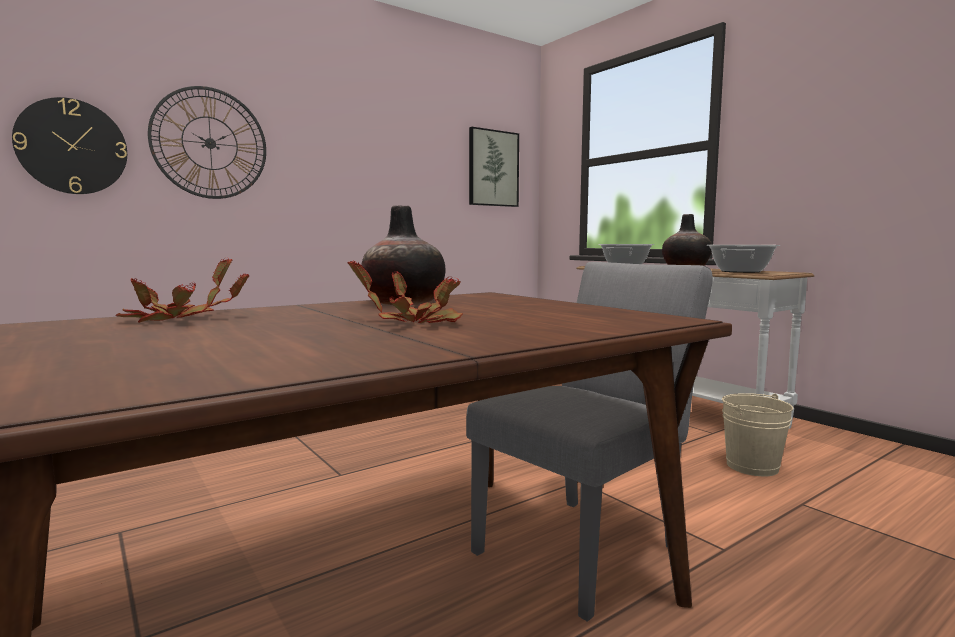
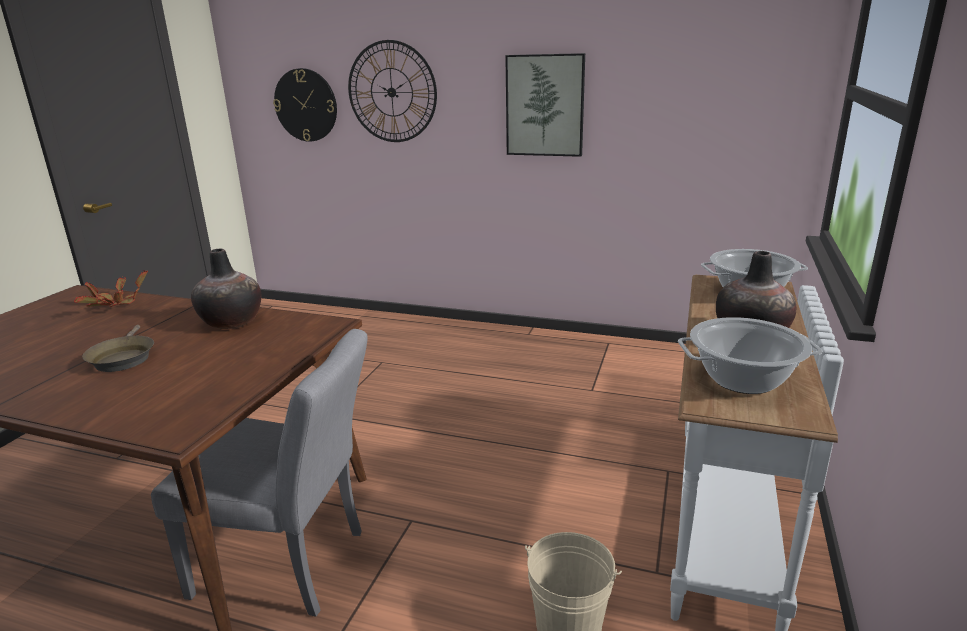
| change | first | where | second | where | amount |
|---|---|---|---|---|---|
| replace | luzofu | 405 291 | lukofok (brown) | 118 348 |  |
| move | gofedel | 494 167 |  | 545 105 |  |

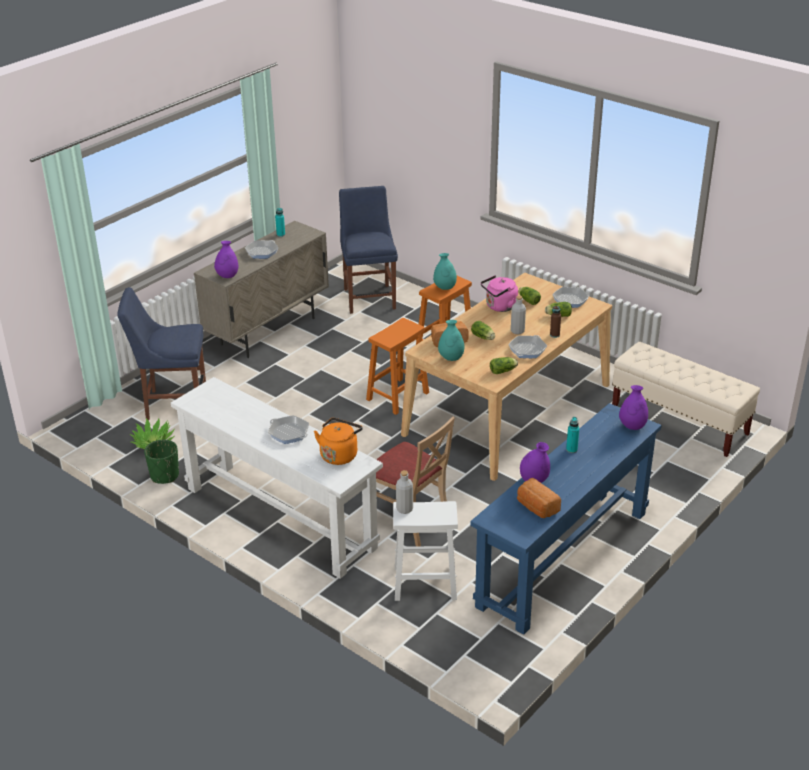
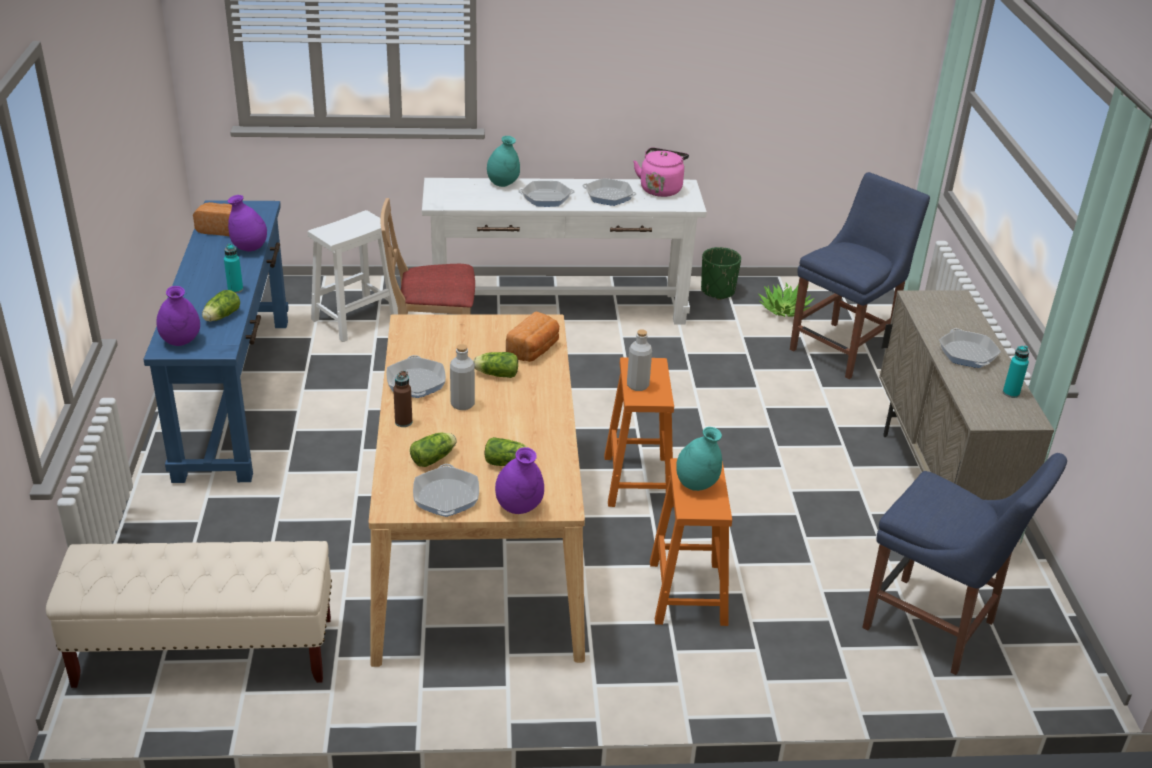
| change | first | where | second | where | amount |
|---|---|---|---|---|---|
| move | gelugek | 504 365 |  | 221 306 |  |
| move | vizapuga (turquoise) | 451 340 |  | 503 161 |  |
| move | vizapuga (purple) | 226 259 |  | 519 480 |  |
| insert |  |  | lukofok | 610 192 |  |
| move | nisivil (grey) | 404 492 |  | 639 360 |  |
| move | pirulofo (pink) | 499 293 |  | 661 172 |  |
| delete | pirulofo (orange) | 338 441 |  |  |  |

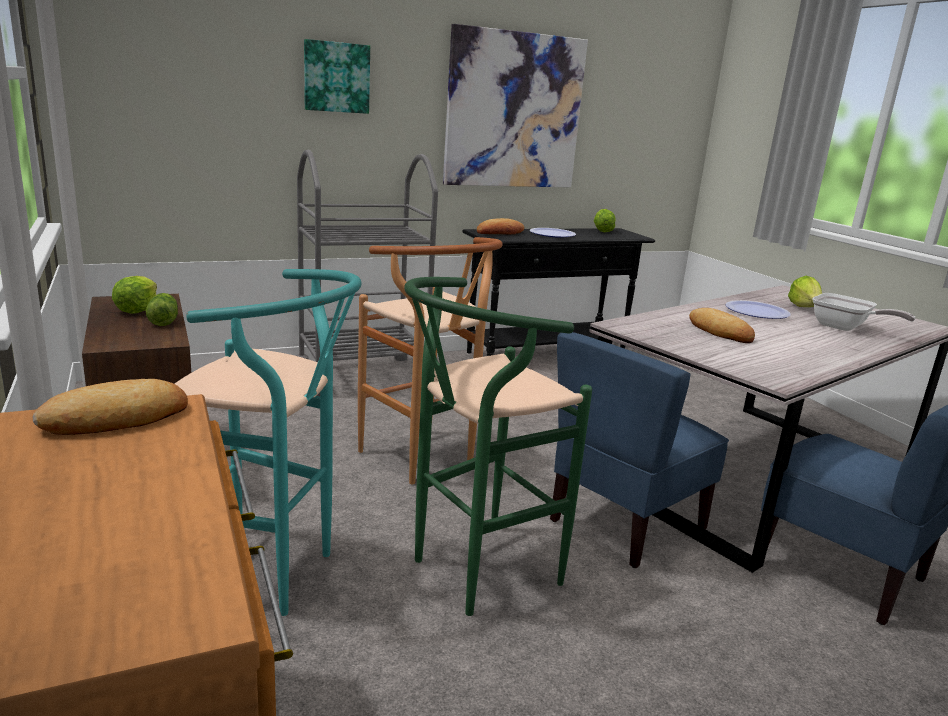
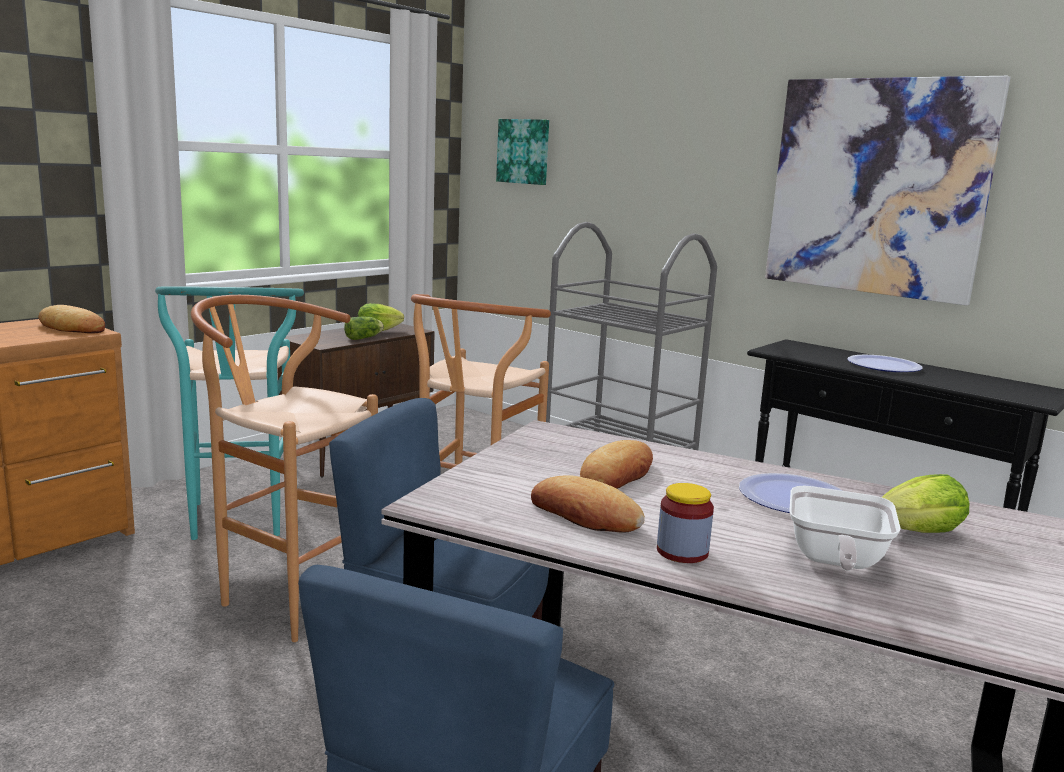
| change | first | where | second | where | amount |
|---|---|---|---|---|---|
| recolor | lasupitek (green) | 498 446 | lasupitek (brown) | 284 468 |  |
| move | gofedel | 337 76 |  | 522 152 |  |
| move | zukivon | 501 226 |  | 588 504 |  |
| insert |  |  | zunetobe | 685 523 |  |
| delete | gelugek | 605 220 |  |  |  |

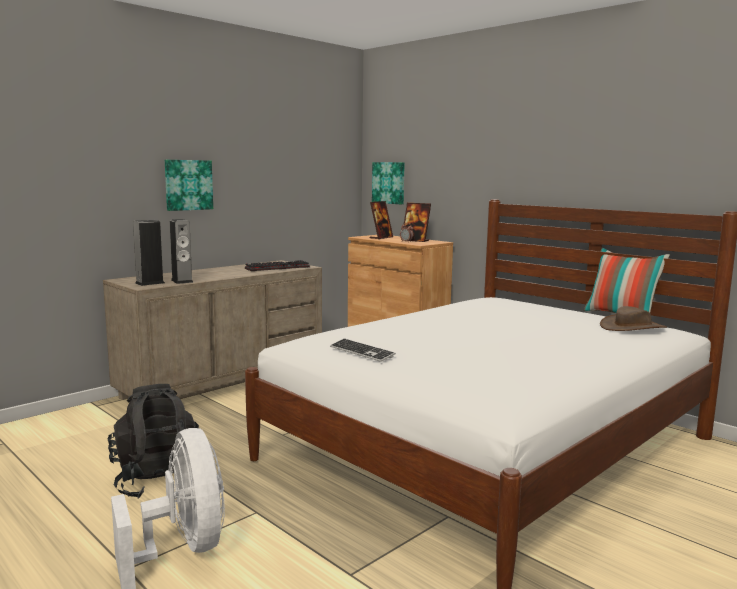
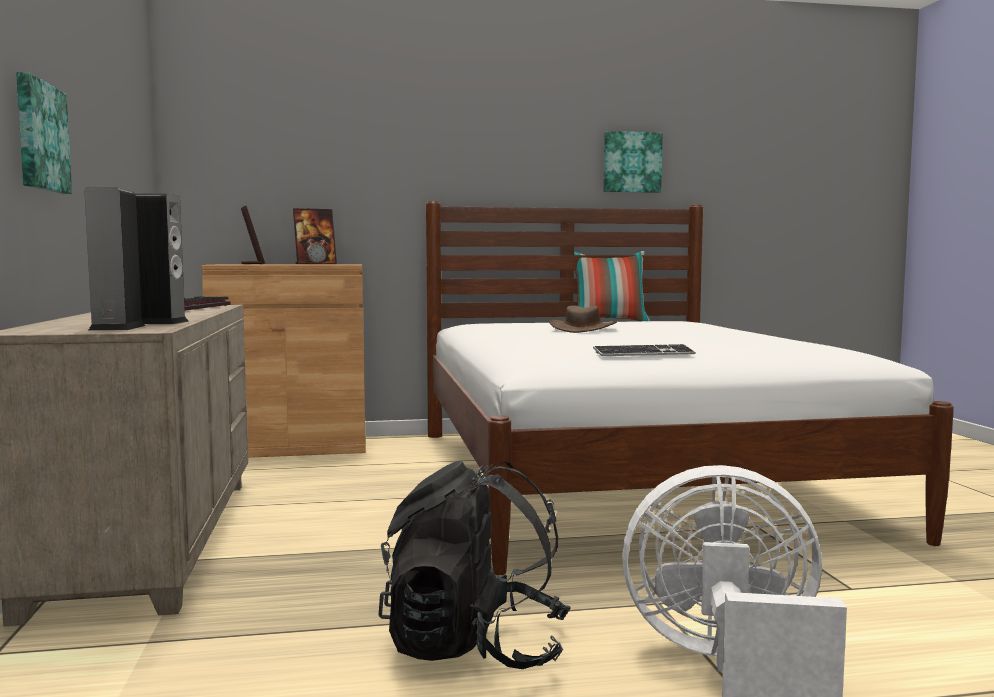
| change | first | where | second | where | amount |
|---|---|---|---|---|---|
| move | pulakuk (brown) | 633 318 |  | 583 319 |  |
| move | gofedel | 388 183 |  | 633 162 |  |

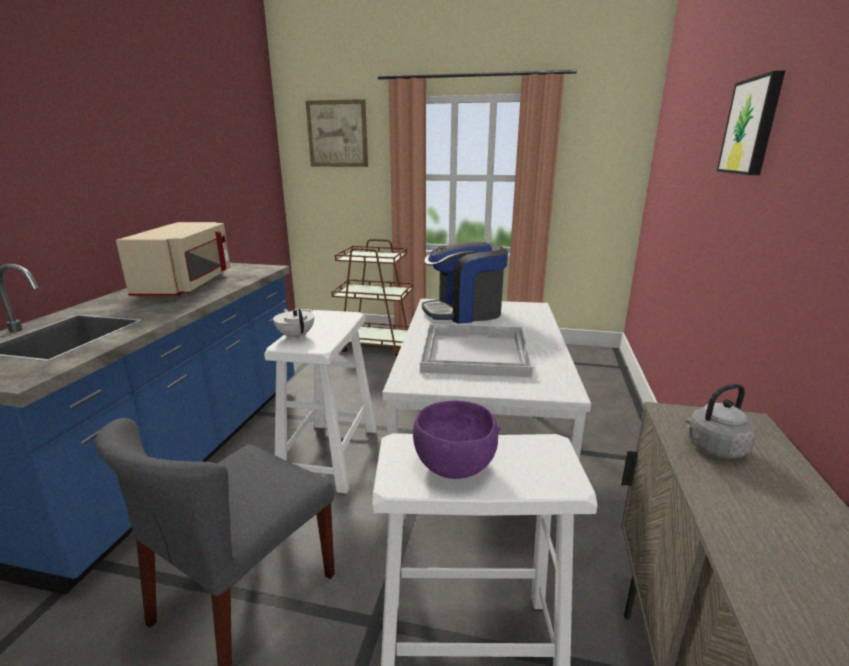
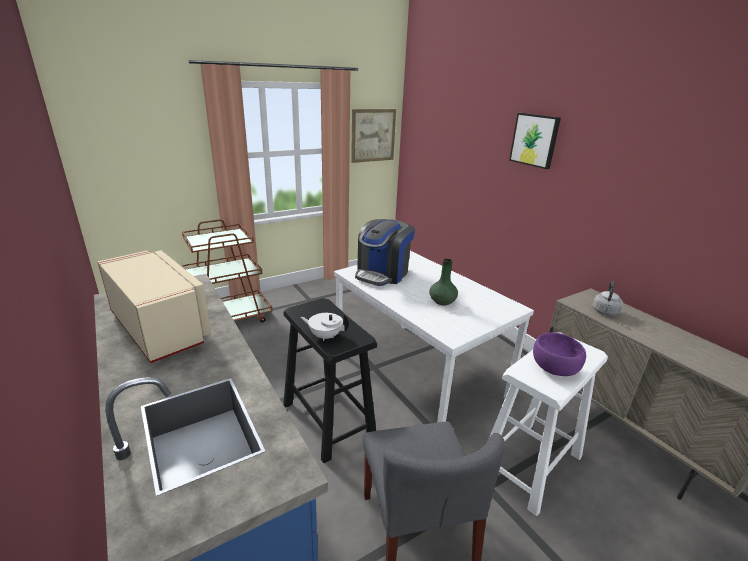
| change | first | where | second | where | amount |
|---|---|---|---|---|---|
| recolor | lasupitek (white) | 320 401 | lasupitek (black) | 330 380 |  |
| move | gofedel | 337 133 |  | 373 136 |  |
| replace | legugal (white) | 476 350 | vizapuga (green) | 443 282 |  |

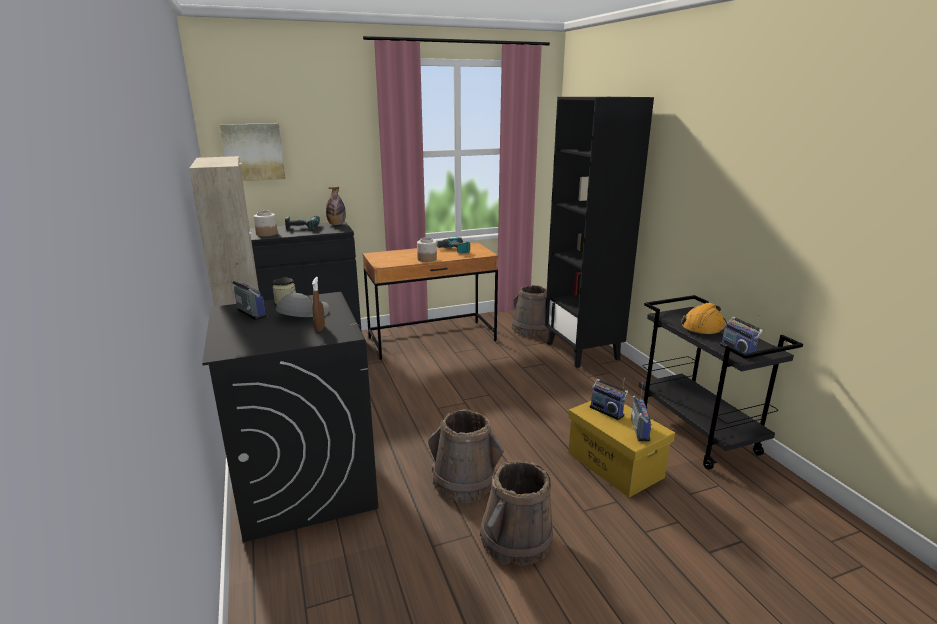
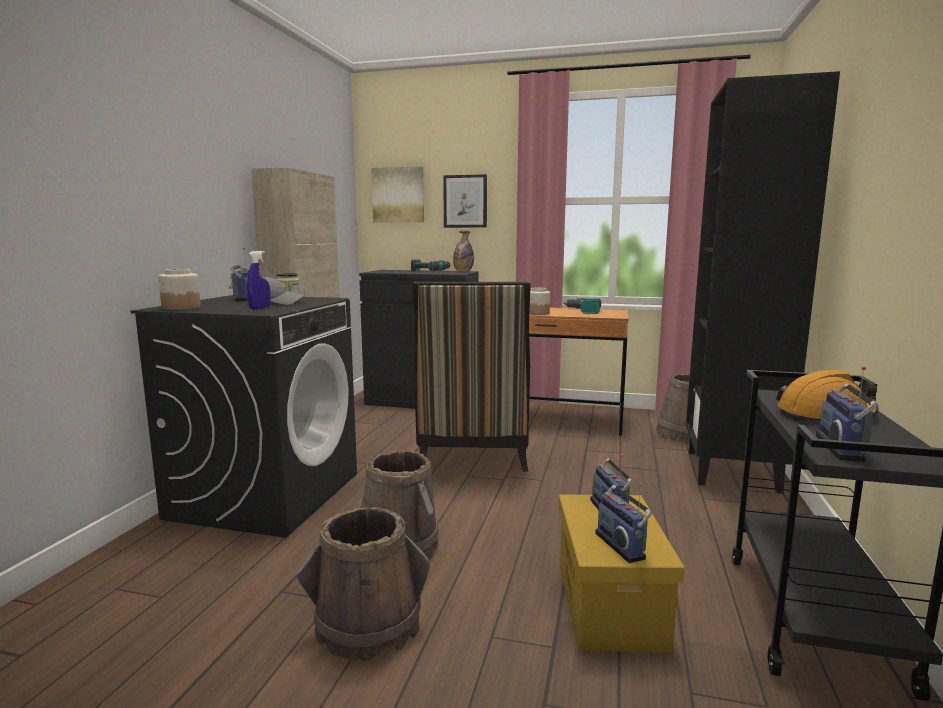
| change | first | where | second | where | amount |
|---|---|---|---|---|---|
| move | zunetobe | 266 224 |  | 179 289 |  |
| recolor | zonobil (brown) | 318 304 | zonobil (blue) | 259 280 |  |
| insert |  |  | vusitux | 472 377 |  |
| insert |  |  | gofedel | 465 201 |  |
| rotate | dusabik | 641 412 |  | 623 523 | 120 degrees clockwise |

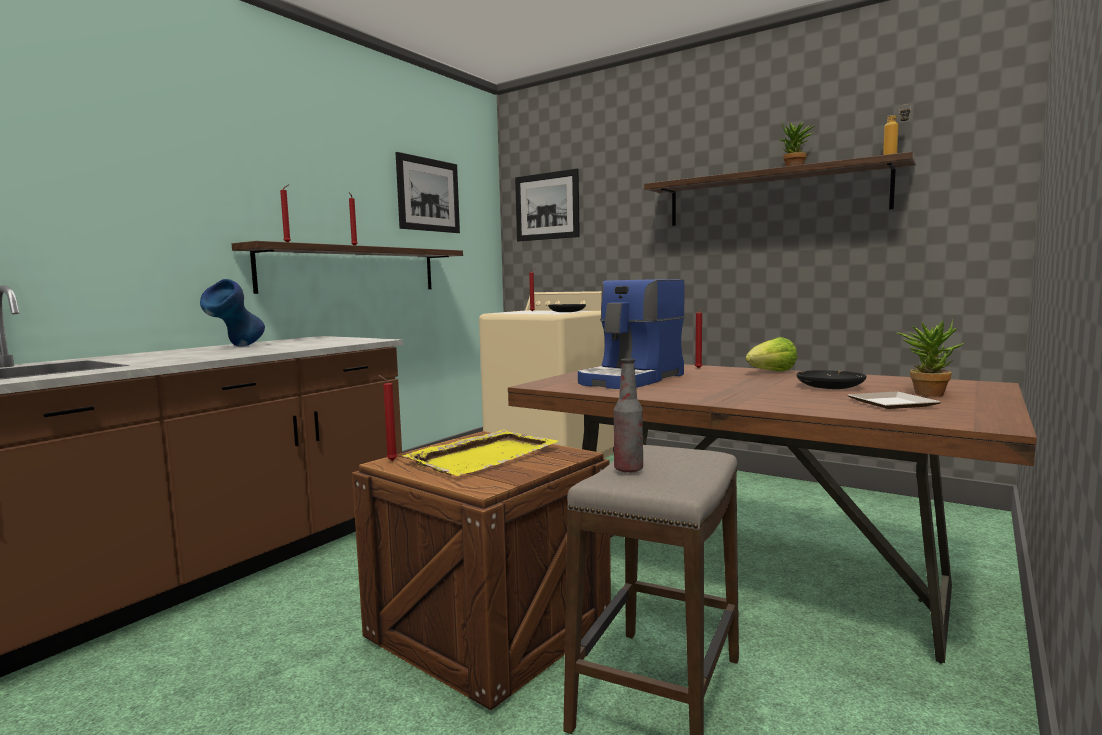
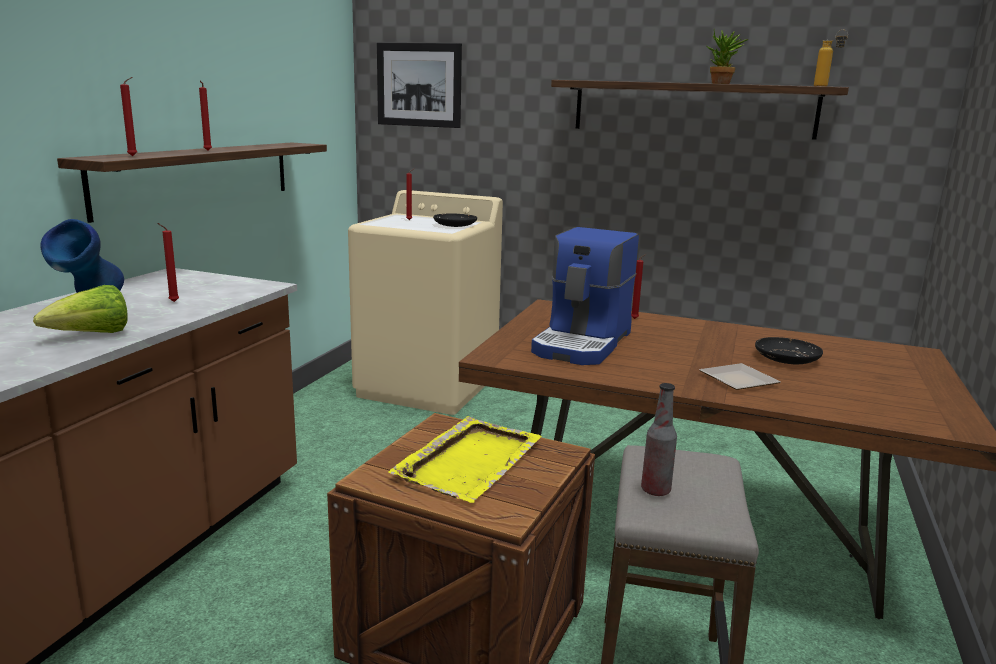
| change | first | where | second | where | amount |
|---|---|---|---|---|---|
| move | gelugek | 771 354 |  | 80 309 |  |
| move | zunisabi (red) | 388 418 |  | 168 262 |  |
| move | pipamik | 894 400 |  | 739 376 |  |
| delete | gofedel | 428 192 |  |  |  |
| delete | luzofu | 930 358 |  |  |  |

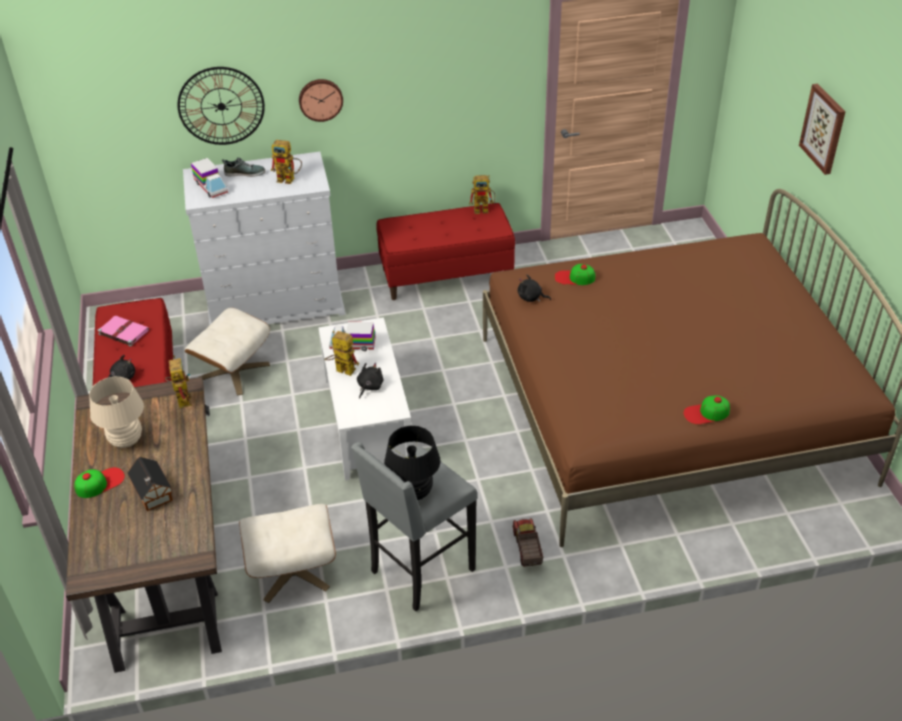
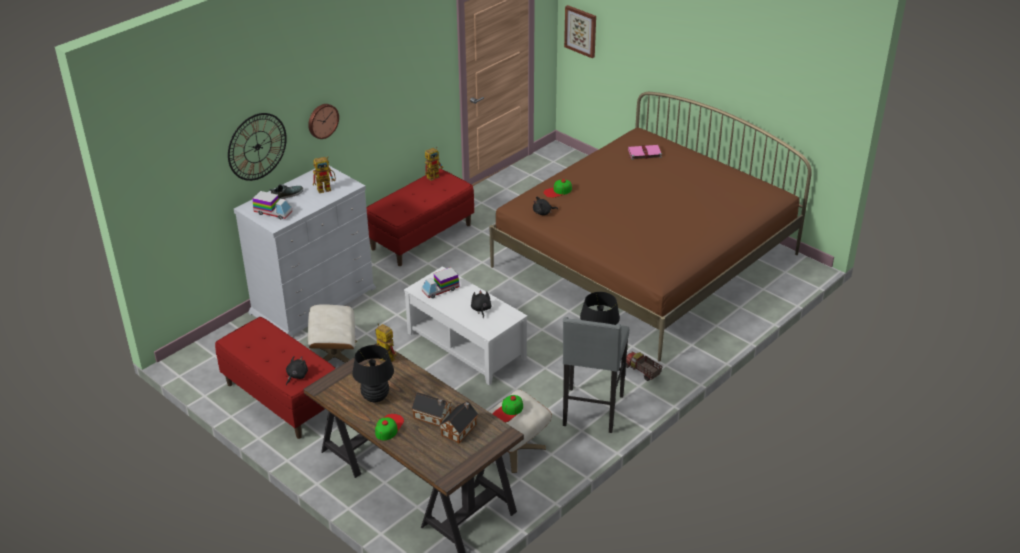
| change | first | where | second | where | amount |
|---|---|---|---|---|---|
| recolor | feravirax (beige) | 116 412 | feravirax (black) | 373 373 |  |
| insert |  |  | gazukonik | 459 422 |  |
| move | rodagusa | 706 410 |  | 508 409 |  |
| move | gofedel | 822 129 |  | 580 31 |  |
| move | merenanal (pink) | 123 331 |  | 645 152 |  |
| delete | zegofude | 341 353 |  |  |  |

